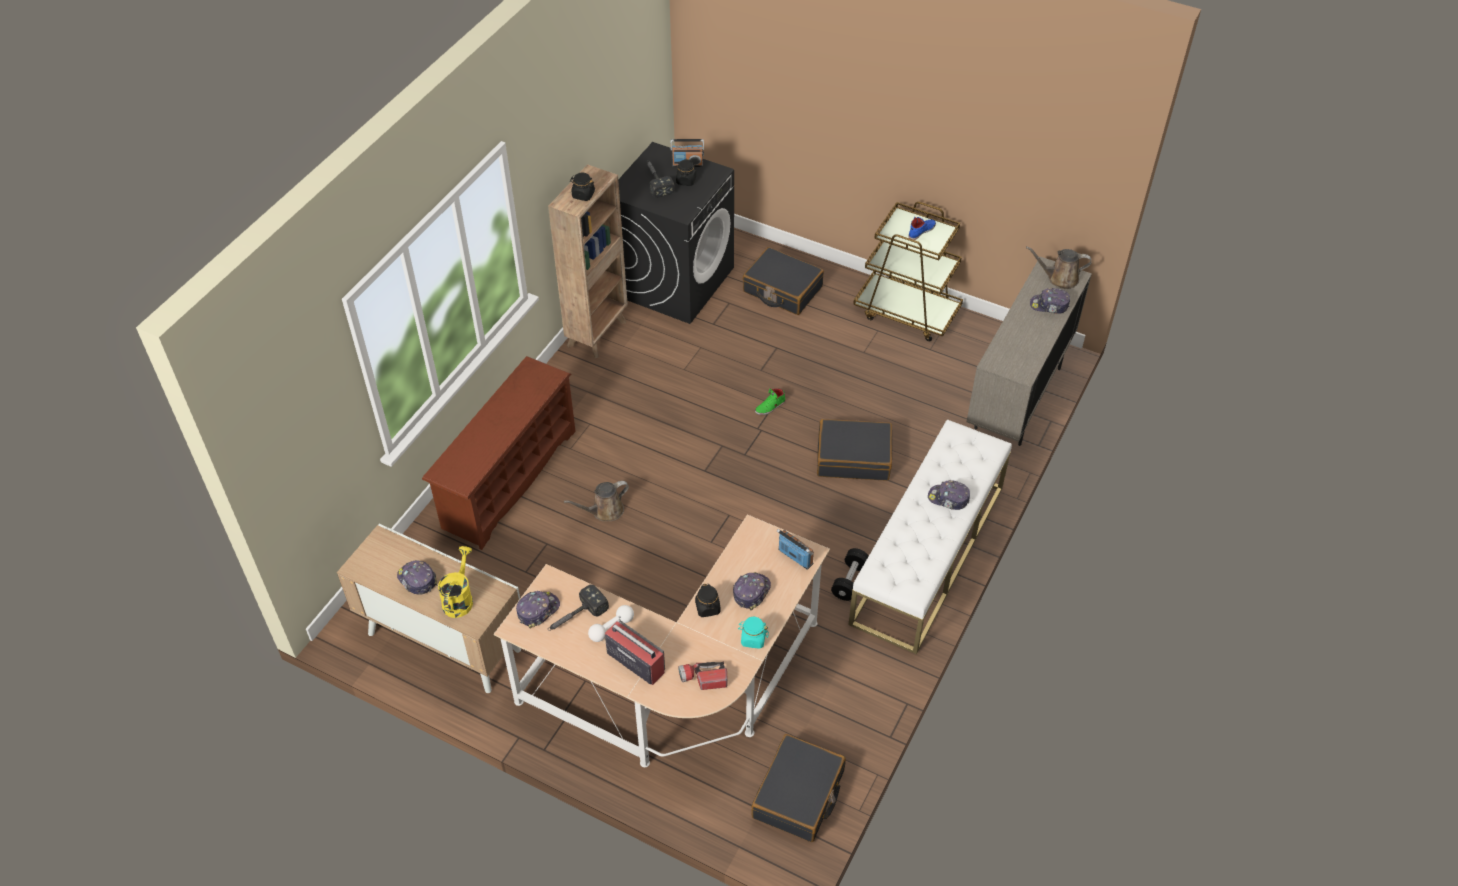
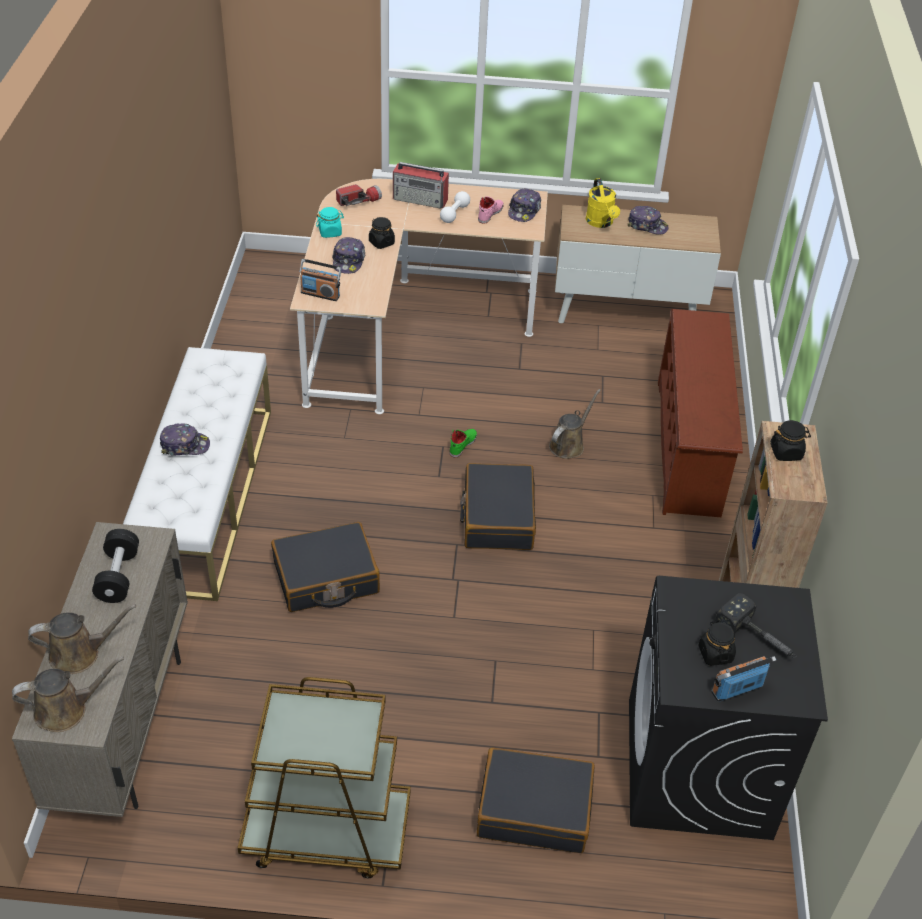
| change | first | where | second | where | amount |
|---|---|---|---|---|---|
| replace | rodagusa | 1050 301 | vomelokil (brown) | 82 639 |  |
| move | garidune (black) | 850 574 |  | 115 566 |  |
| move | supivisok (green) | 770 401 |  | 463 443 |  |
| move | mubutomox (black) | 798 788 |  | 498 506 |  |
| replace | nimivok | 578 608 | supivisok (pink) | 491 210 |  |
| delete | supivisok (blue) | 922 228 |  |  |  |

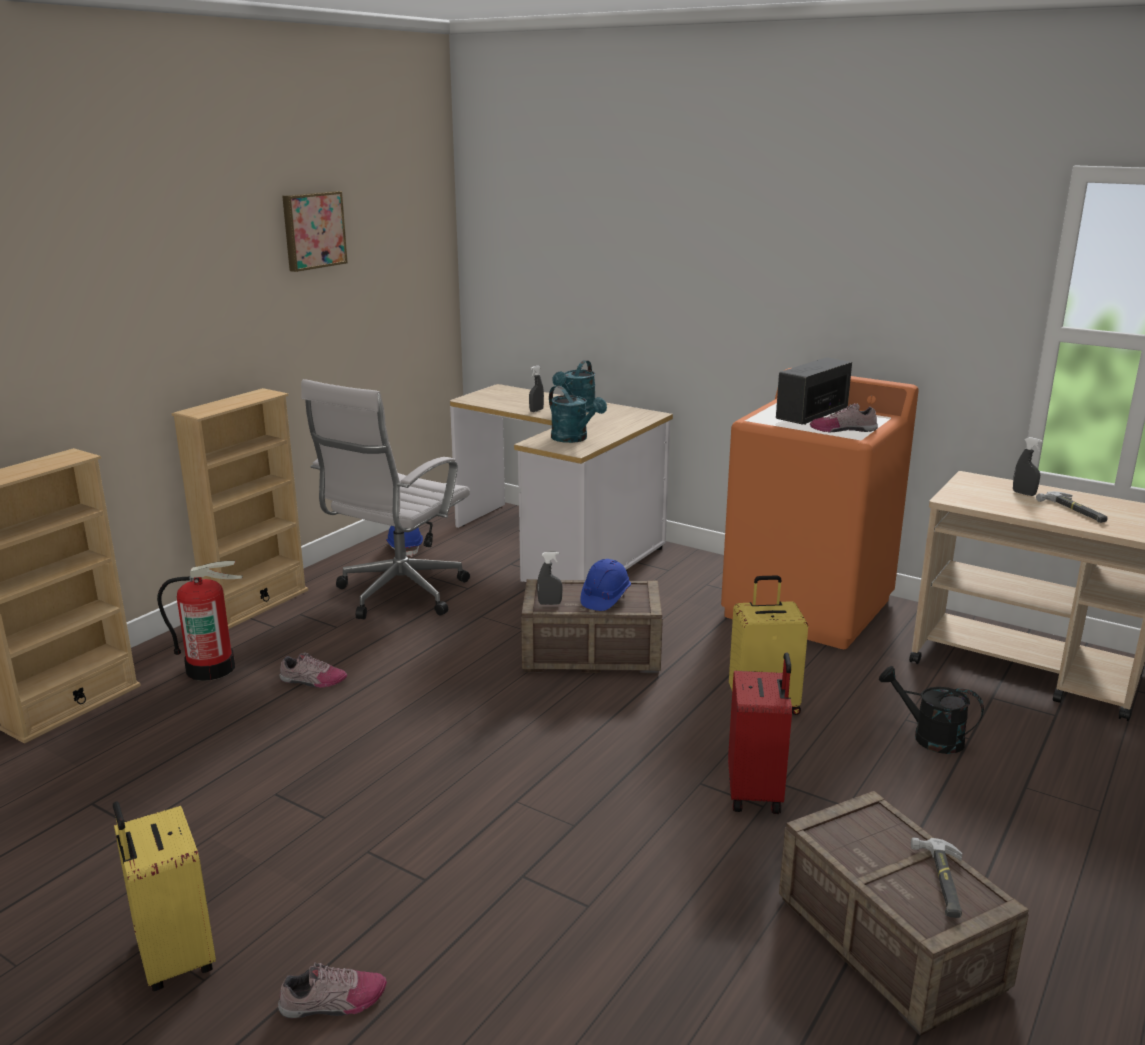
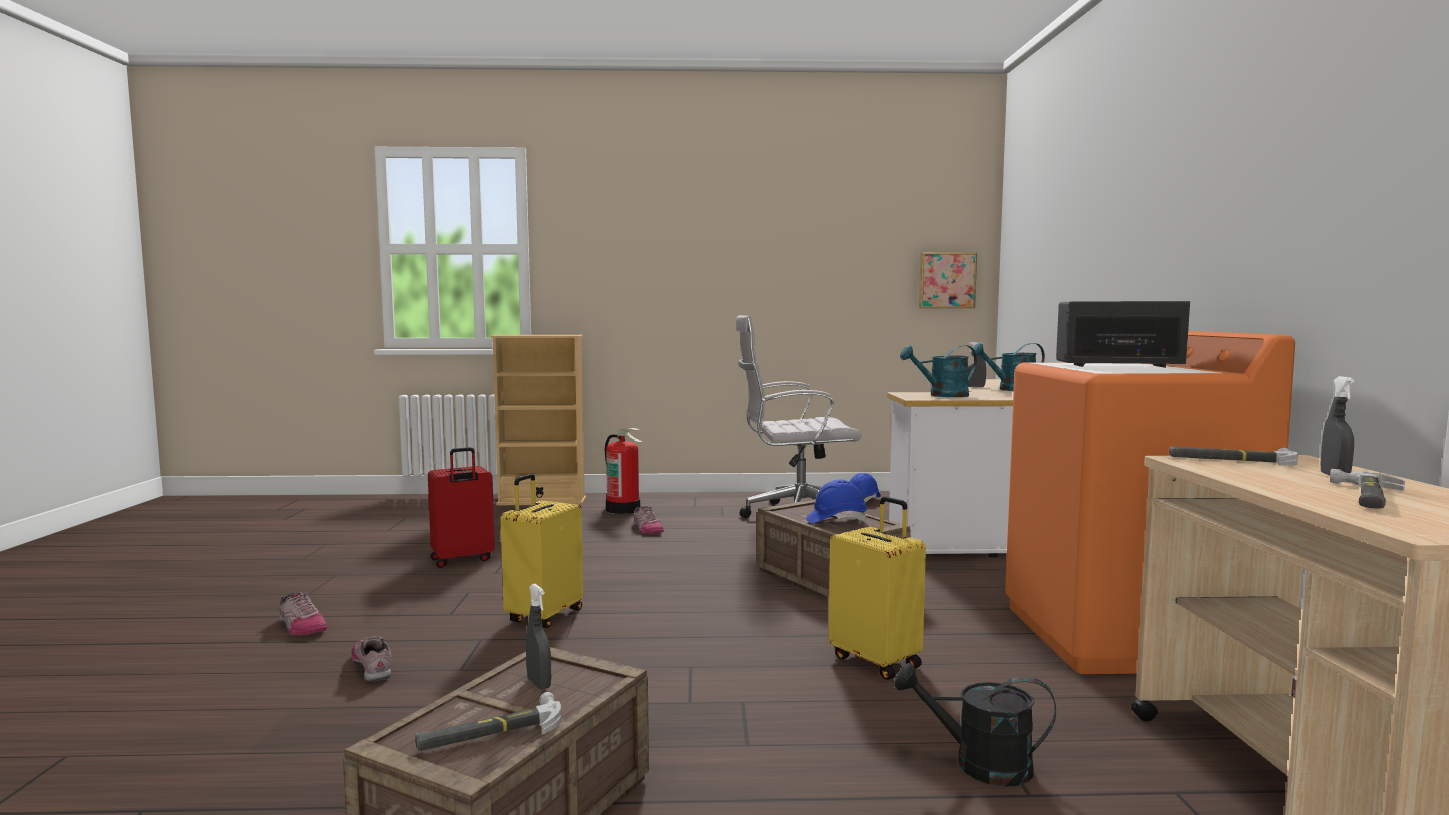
| change | first | where | second | where | amount |
|---|---|---|---|---|---|
| move | supivisok | 844 418 |  | 371 659 |  |
| move | mubutomox (red) | 760 733 |  | 461 507 |  |
| move | mubutomox (yellow) | 164 896 |  | 542 551 |  |
| move | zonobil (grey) | 550 578 |  | 538 637 |  |
| rotate | vomelokil (black) | 931 710 |  | 975 725 | 75 degrees counterclockwise |
| rotate | vomelokil (turquoise) | 578 414 |  | 938 371 | 60 degrees clockwise |
| move | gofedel | 315 231 |  | 948 280 |  |
| insert |  |  | nimivok | 1233 456 |  |
| delete | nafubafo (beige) | 240 508 |  |  |  |

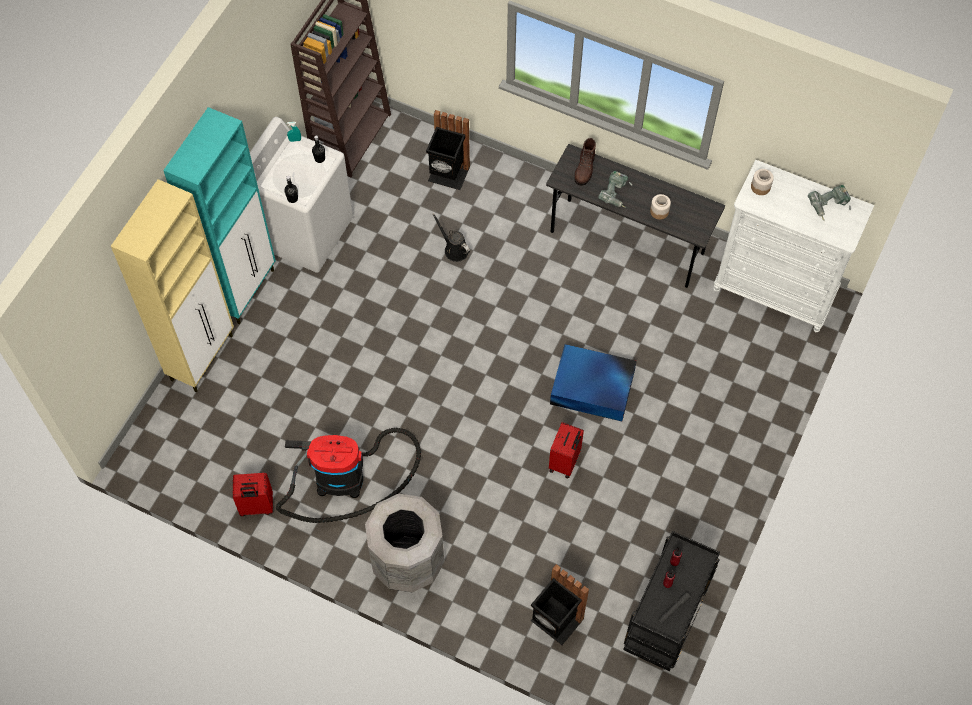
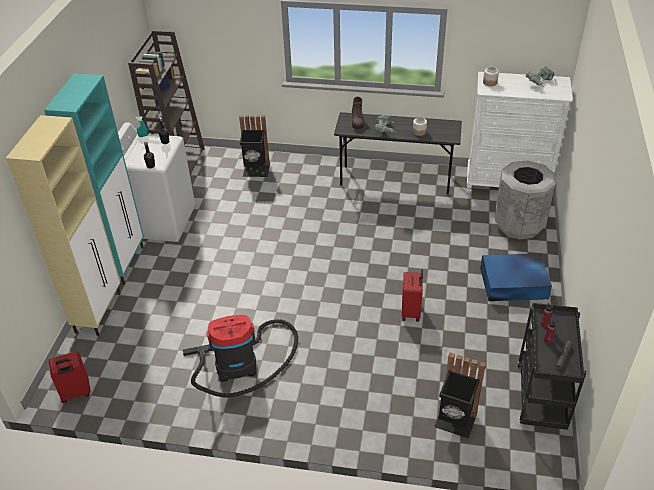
| change | first | where | second | where | amount |
|---|---|---|---|---|---|
| move | mubutomox (red) | 253 494 |  | 70 377 |  |
| move | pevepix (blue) | 593 382 |  | 516 277 |  |
| move | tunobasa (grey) | 404 543 |  | 525 200 |  |
| delete | vomelokil (black) | 451 237 |  |  |  |

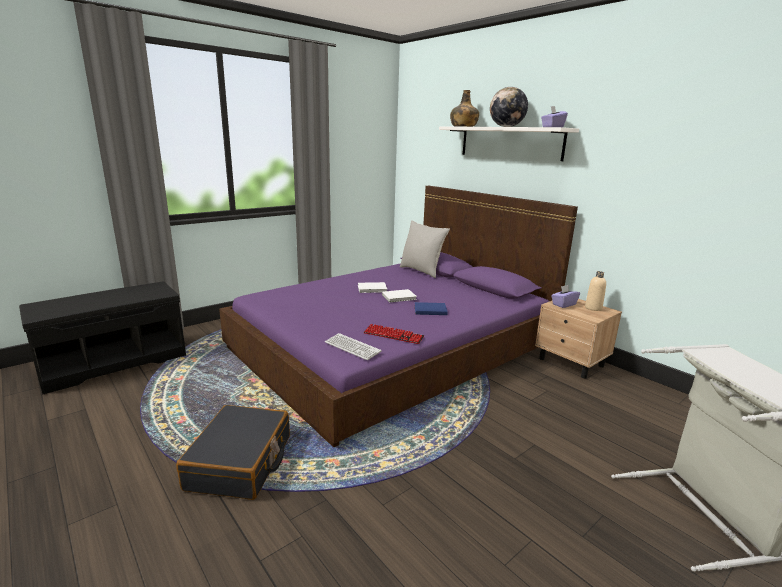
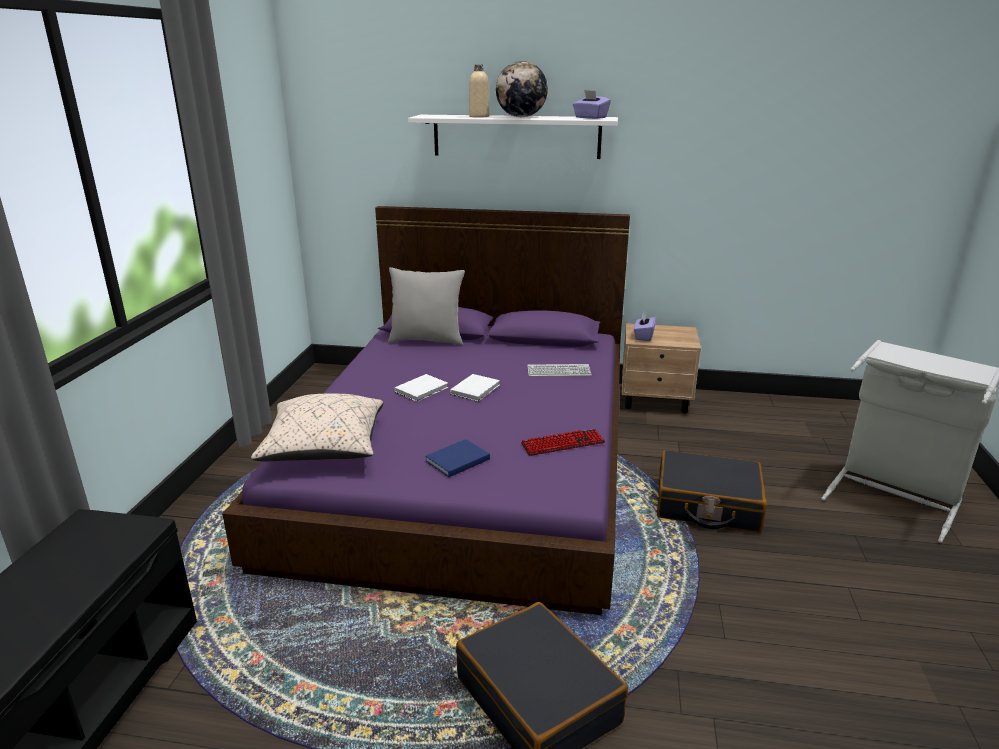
| change | first | where | second | where | amount |
|---|---|---|---|---|---|
| insert |  |  | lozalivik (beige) | 317 427 |  |
| move | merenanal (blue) | 431 308 |  | 457 458 |  |
| move | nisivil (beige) | 595 291 |  | 479 90 |  |
| move | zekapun | 353 346 |  | 559 370 |  |
| insert |  |  | mubutomox (black) | 712 491 |  |
| delete | nisivil (green) | 464 108 |  |  |  |

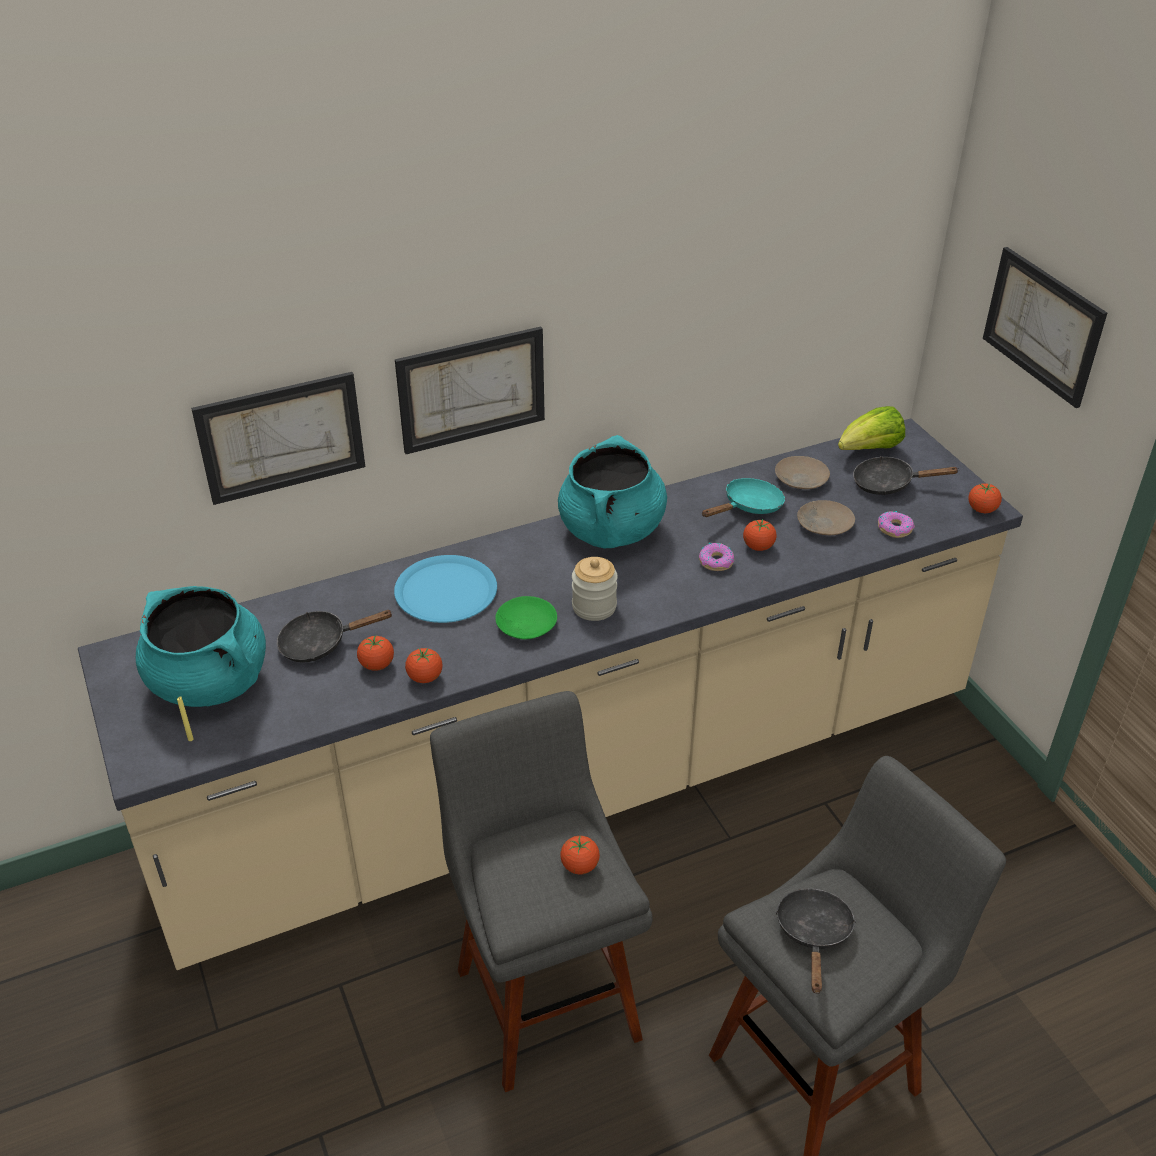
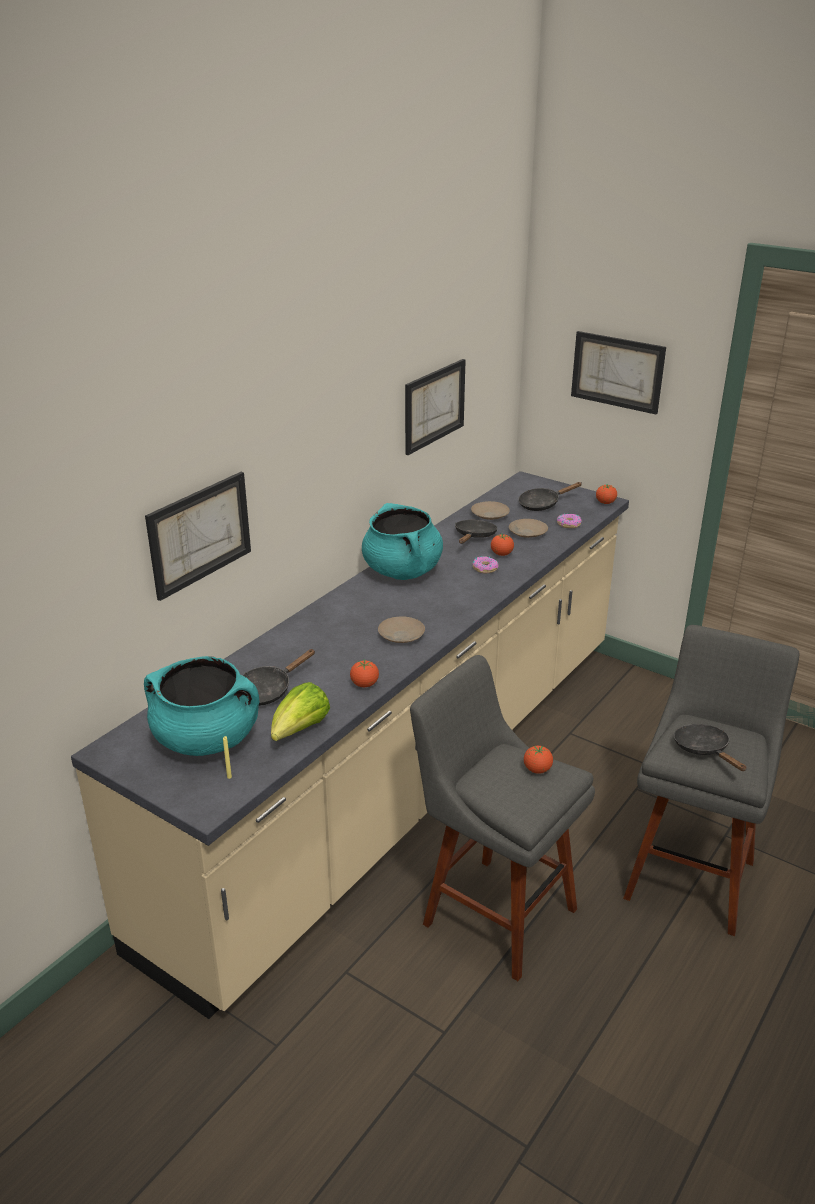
| change | first | where | second | where | amount |
|---|---|---|---|---|---|
| move | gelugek | 871 428 |  | 300 711 |  |
| recolor | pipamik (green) | 526 617 | pipamik (beige) | 401 630 |  |
| move | gofedel | 470 390 |  | 435 407 |  |
| recolor | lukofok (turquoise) | 743 497 | lukofok (black) | 476 532 |  |
| delete | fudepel | 375 653 |  |  |  |
| delete | pipamik (blue) | 445 589 |  |  |  |
| delete | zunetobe | 595 589 |  |  |  |

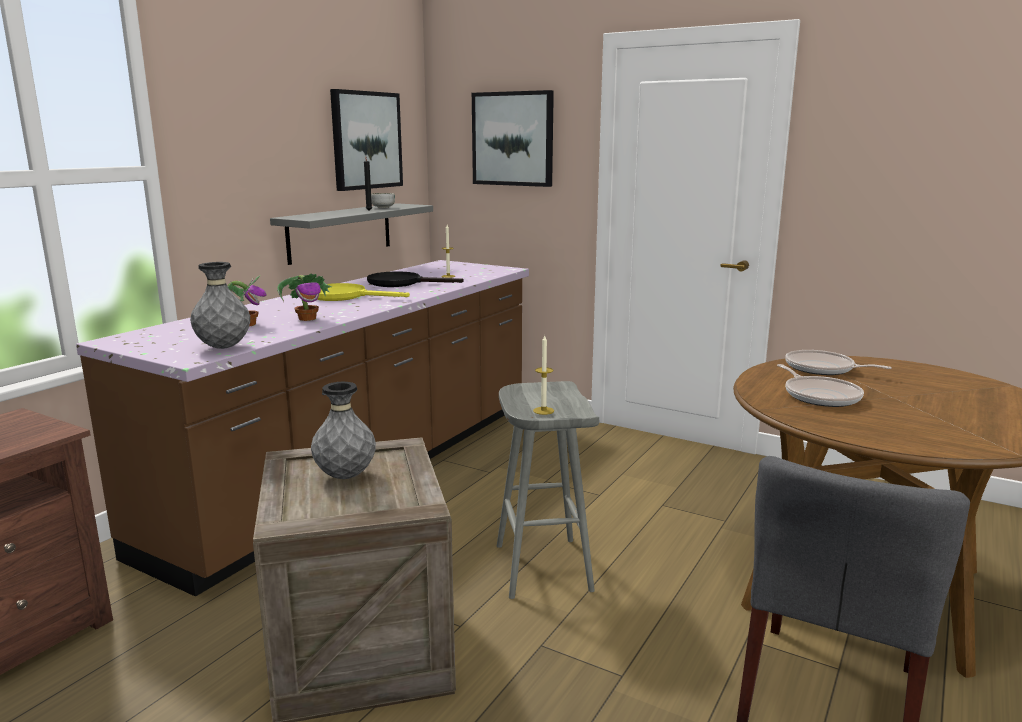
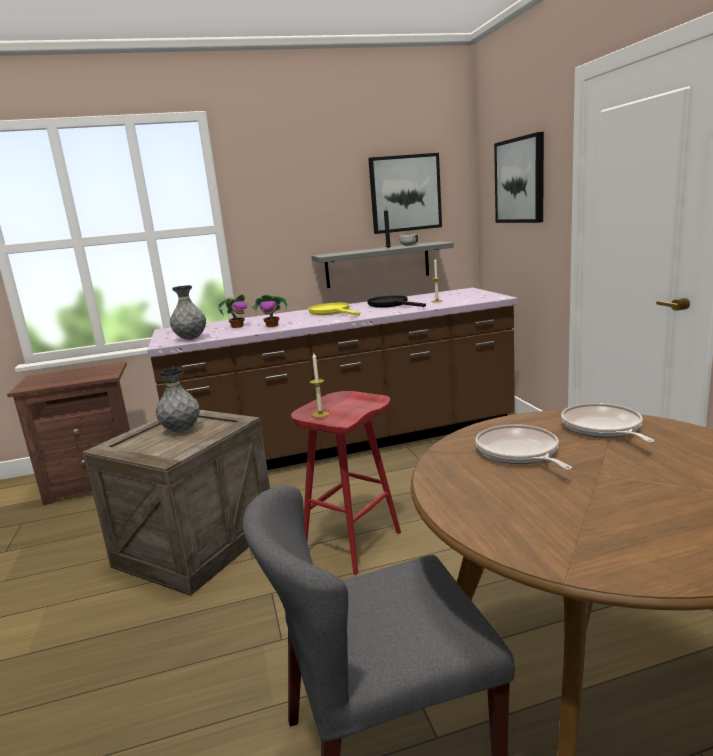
| change | first | where | second | where | amount |
|---|---|---|---|---|---|
| recolor | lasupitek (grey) | 548 490 | lasupitek (red) | 346 483 |  |
| rotate | lukofok | 820 385 |  | 523 447 | 135 degrees clockwise |

